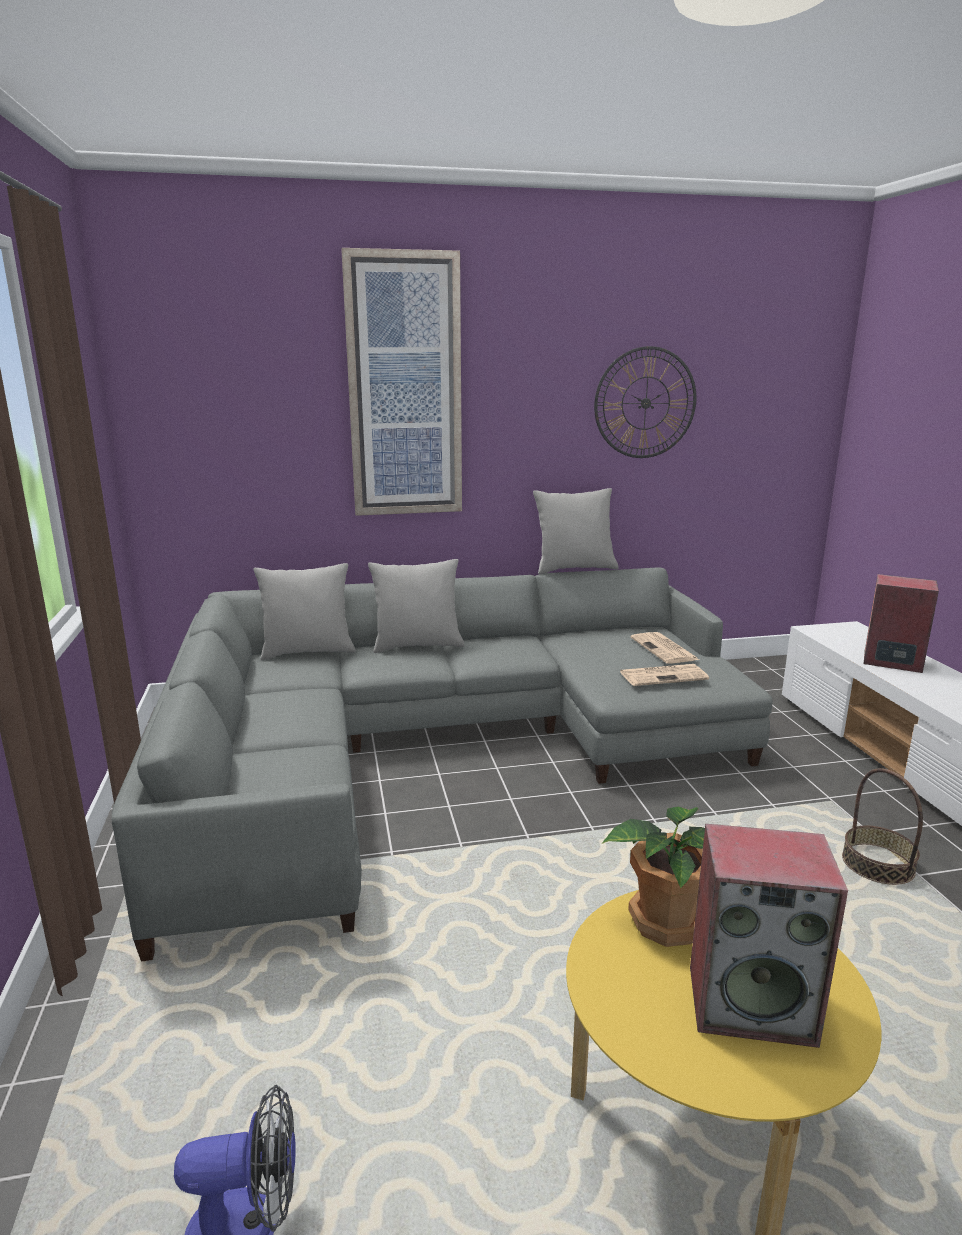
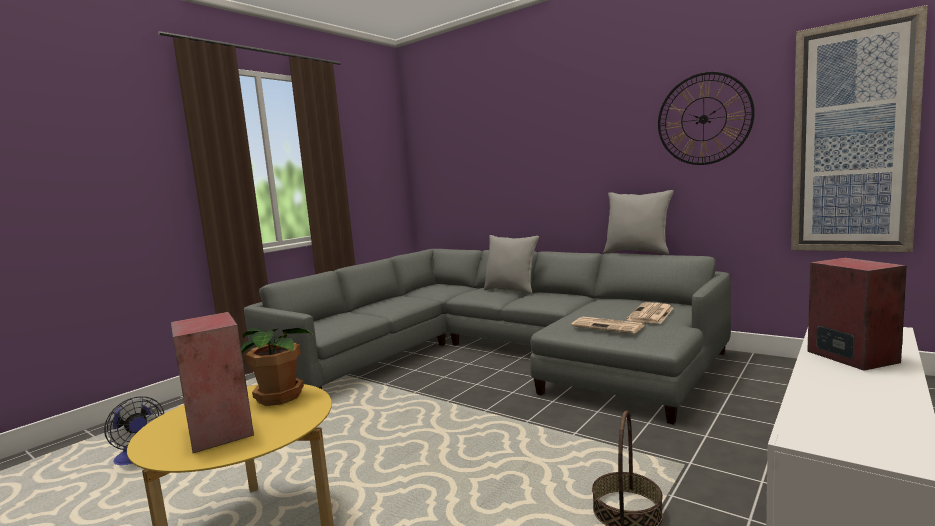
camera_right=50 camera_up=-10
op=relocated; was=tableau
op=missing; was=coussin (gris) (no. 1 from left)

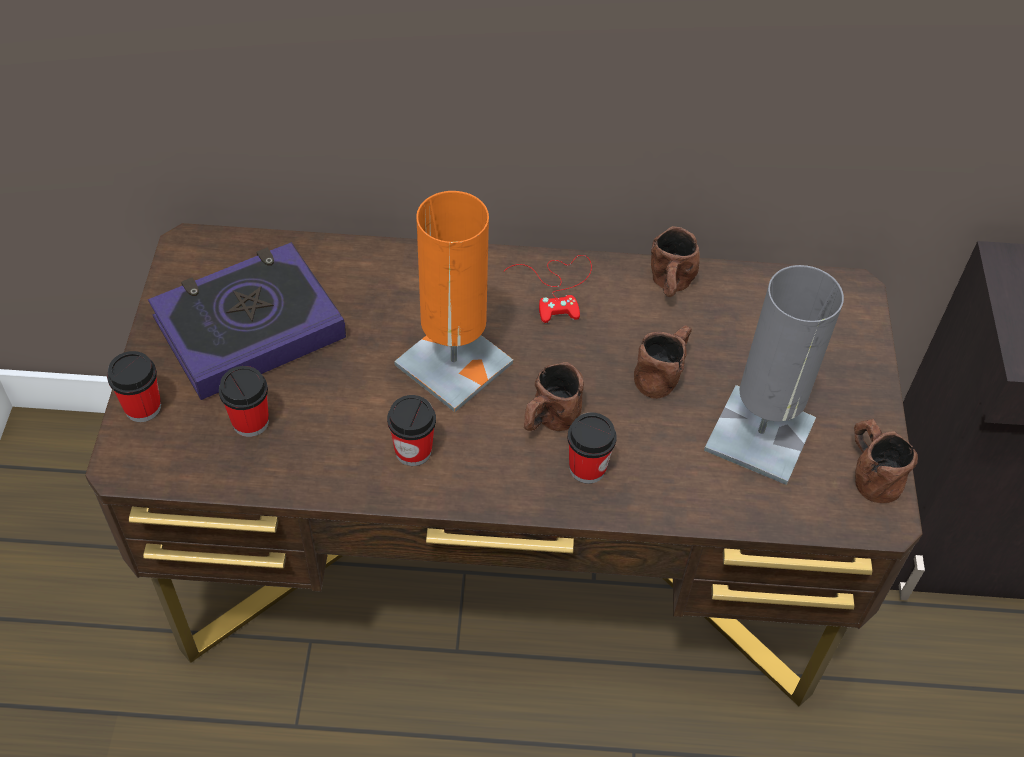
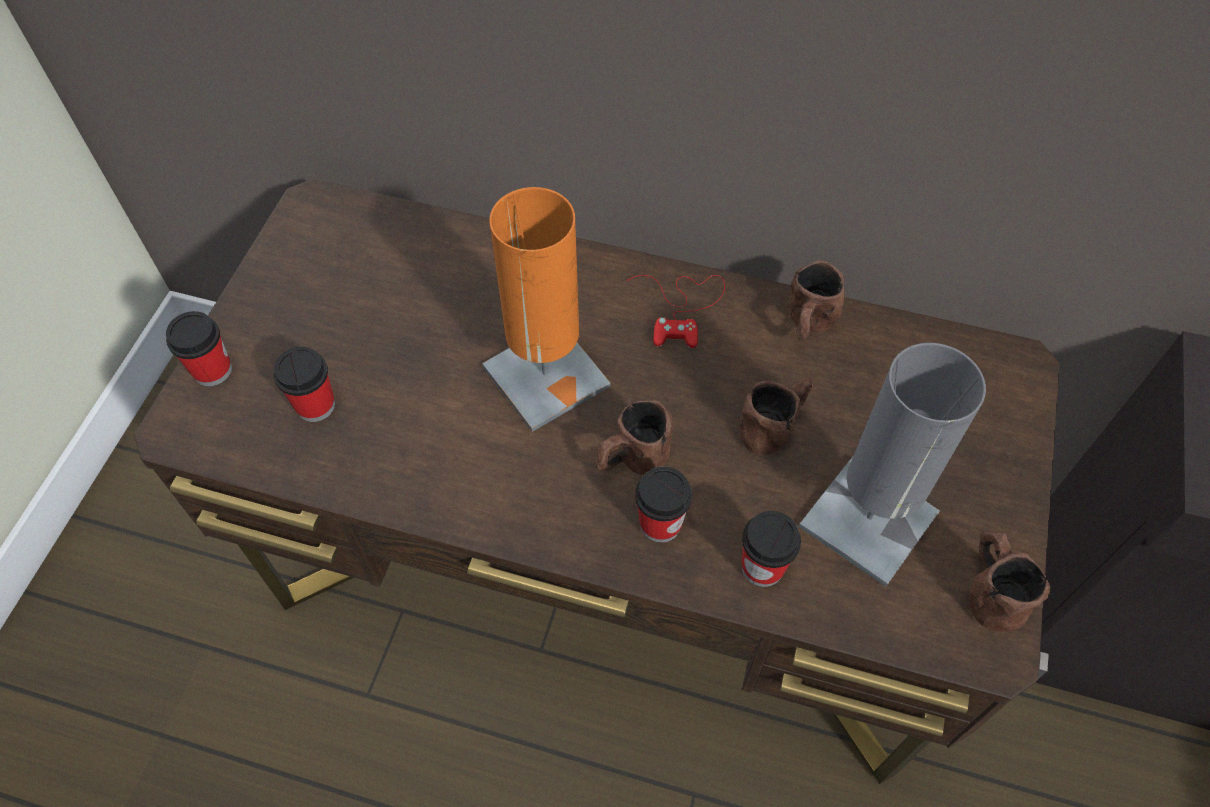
camera_right=15 camera_up=5
op=relocated; was=tasse (no. 3 from left in the first image); now=tasse (no. 4 from left)
op=missing; was=livre

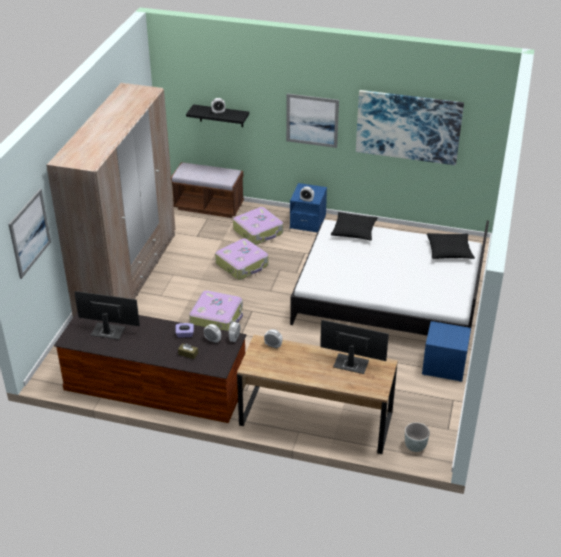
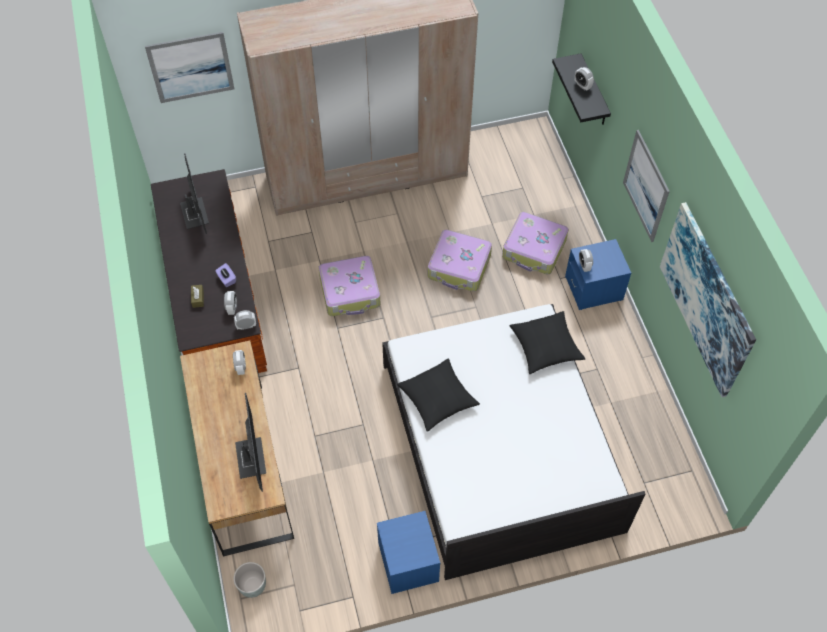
camera_right=60 camera_up=20
op=relocated; was=coussin (noir) (no. 2 from left in the first image); now=coussin (noir) (no. 1 from left)
op=missing; was=banc (marron)

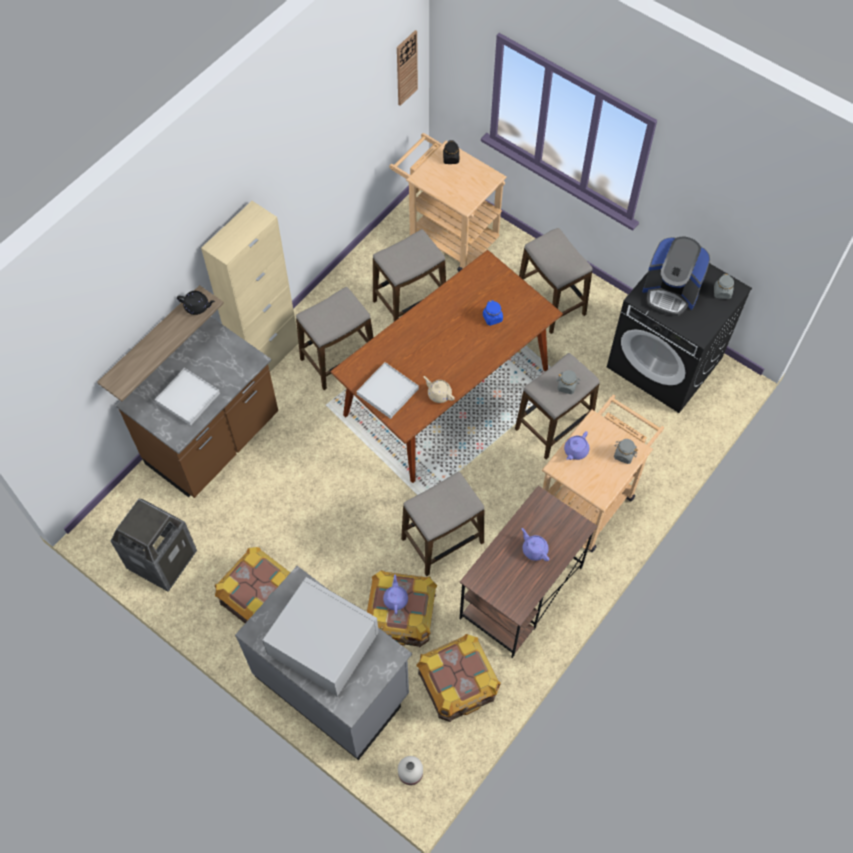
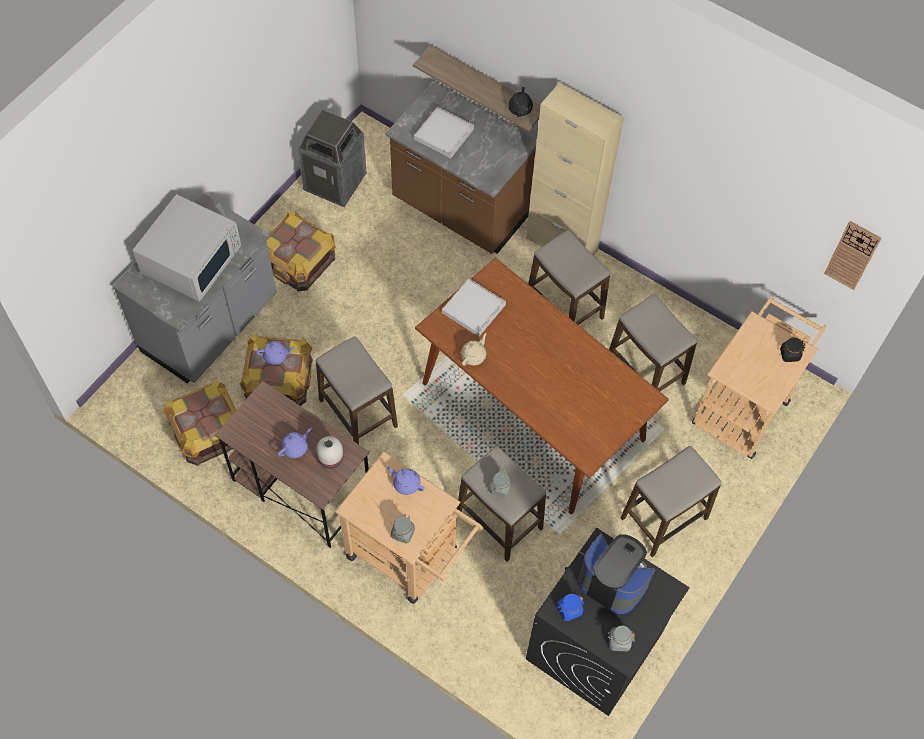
camera_right=85 camera_up=0
op=relocated; was=vase (blanc)
op=relocated; was=bocal (bleu)
op=spun; was=machine à café; clockwise=105

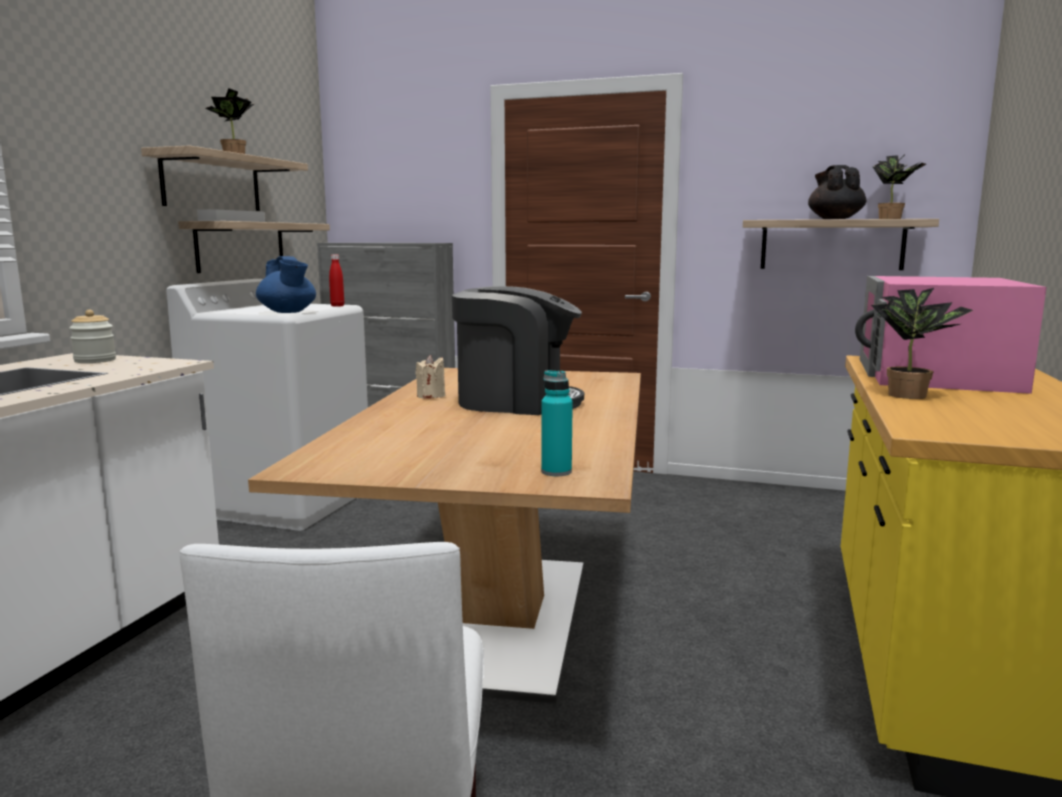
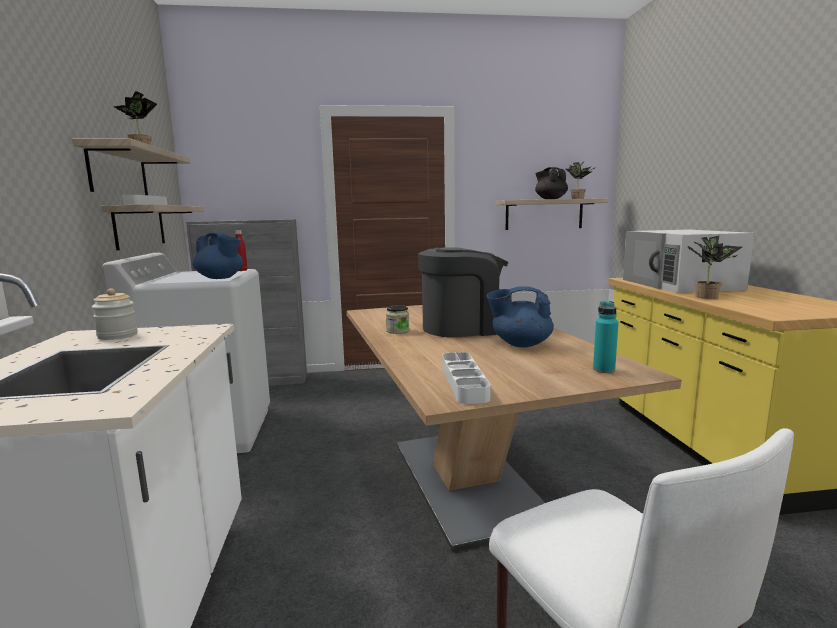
camera_right=-25 camera_up=0
op=exchanged; was=bougie (beige); now=bocal (no. 2 from left)
op=appeared; now=plateau (blanc) (no. 2 from left)
op=appeared; now=théière (bleu) (no. 2 from left)
op=colour; was=micro-ondes (rose); now=micro-ondes (blanc)

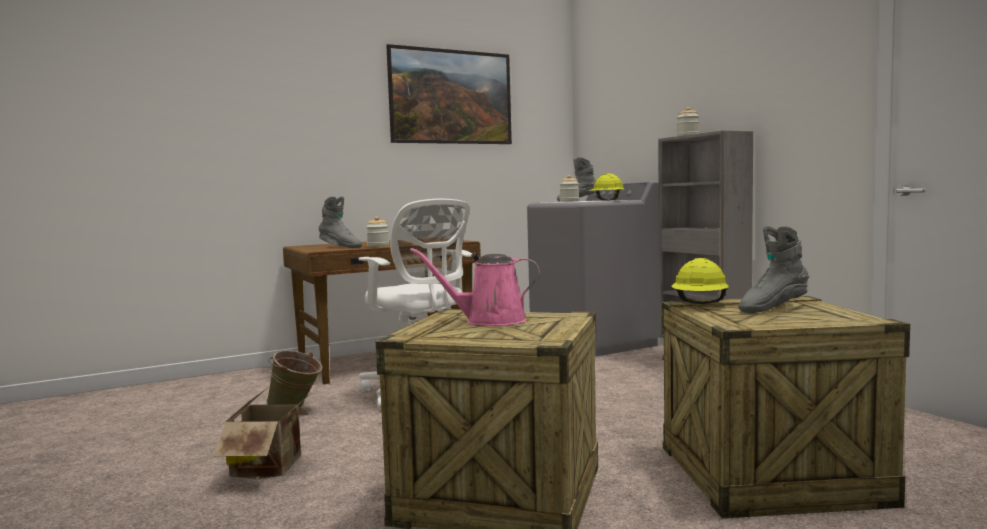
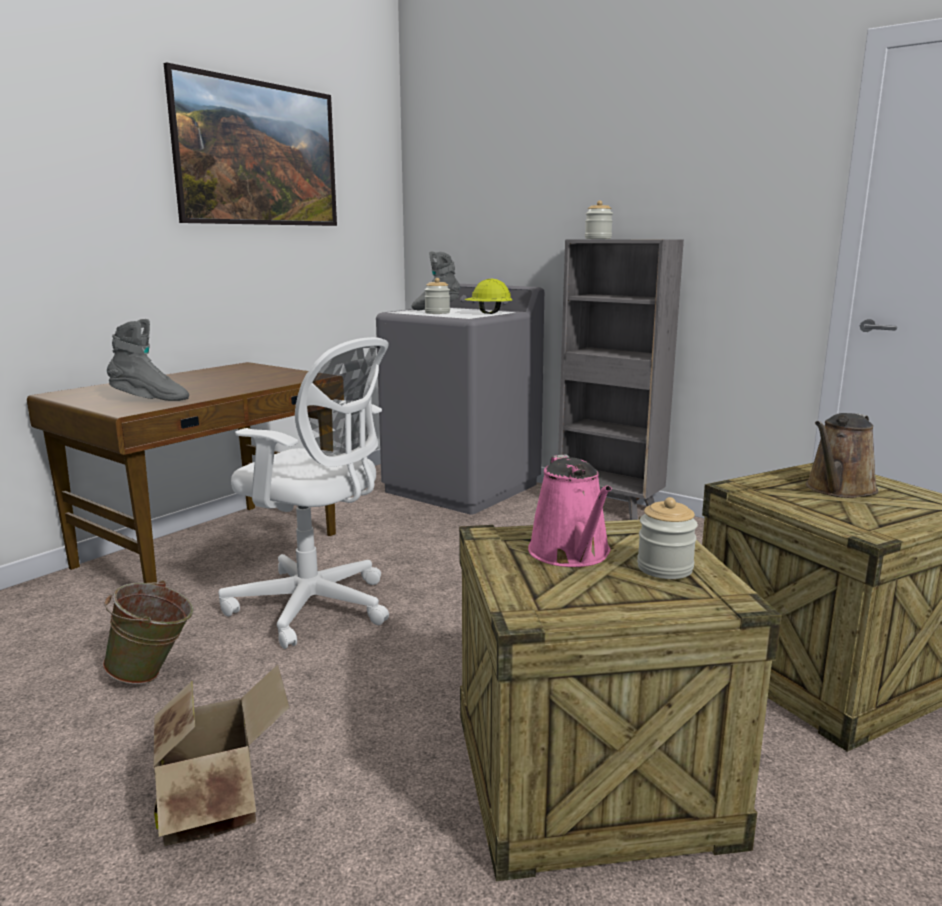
camera_right=-25 camera_up=10
op=spun; was=arrosoir (rose); clockwise=-75
op=relocated; was=bocal (no. 1 from left in the first image); now=bocal (no. 3 from left)
op=exchanged; was=botte (gris) (no. 3 from left); now=arrosoir (marron)
op=missing; was=casque de chantier (jaune) (no. 2 from left)

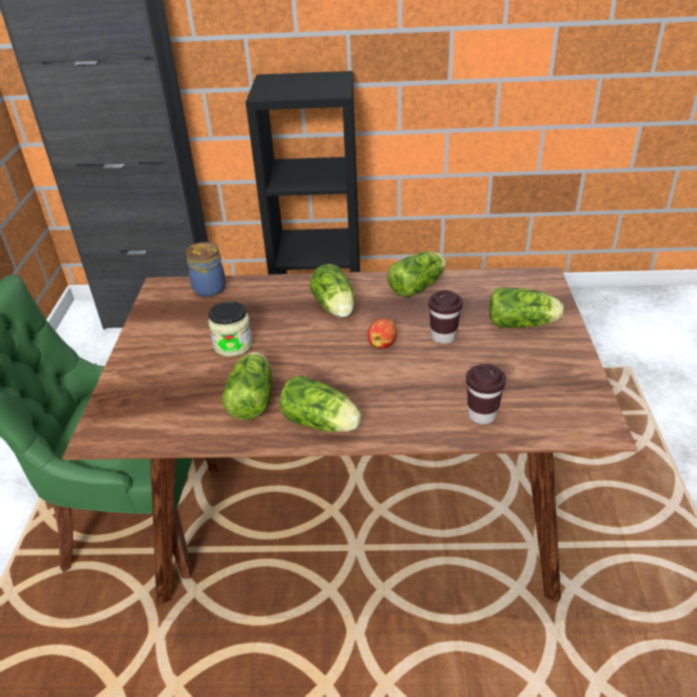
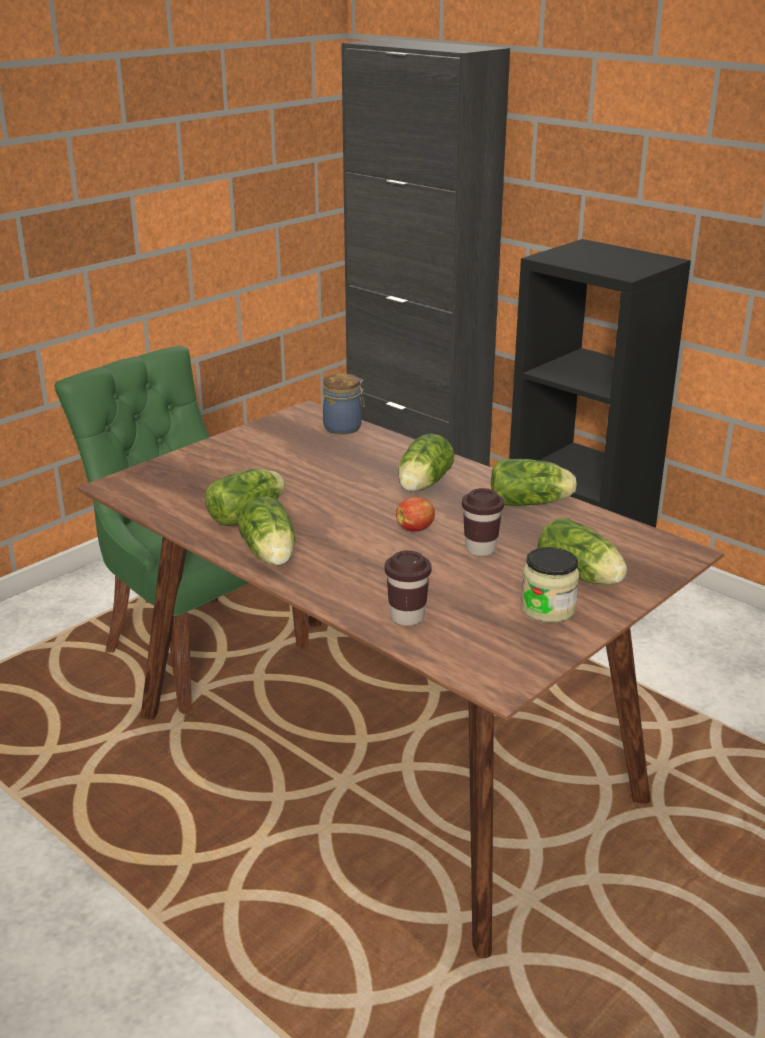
camera_right=40 camera_up=-10
op=relocated; was=bocal (no. 2 from left)

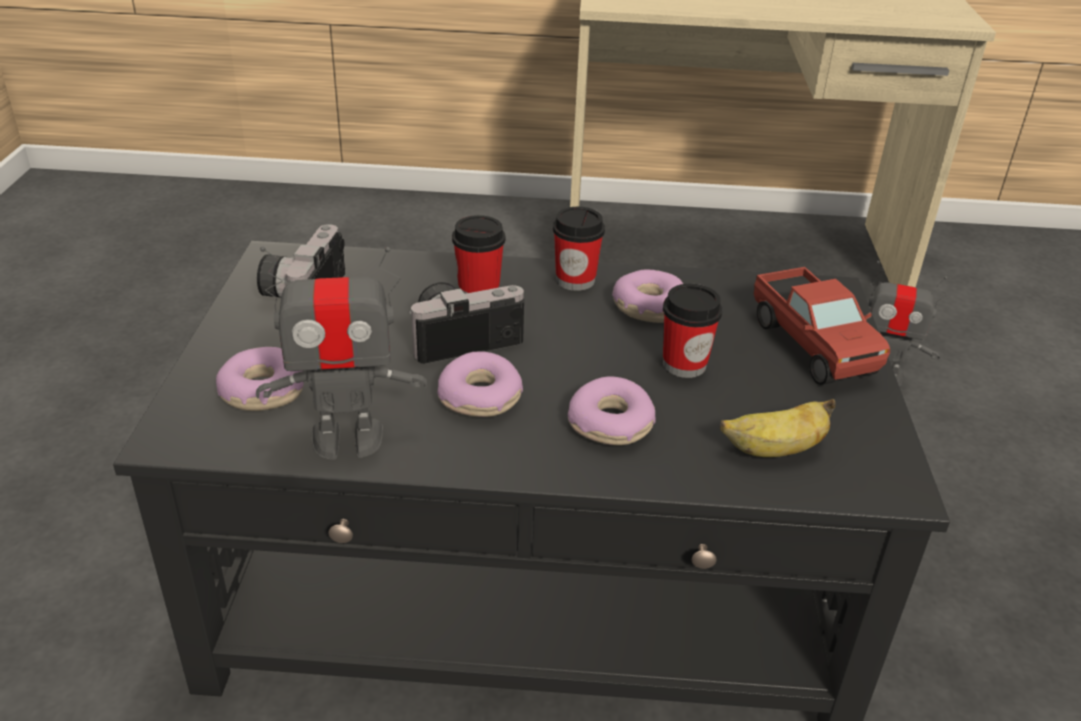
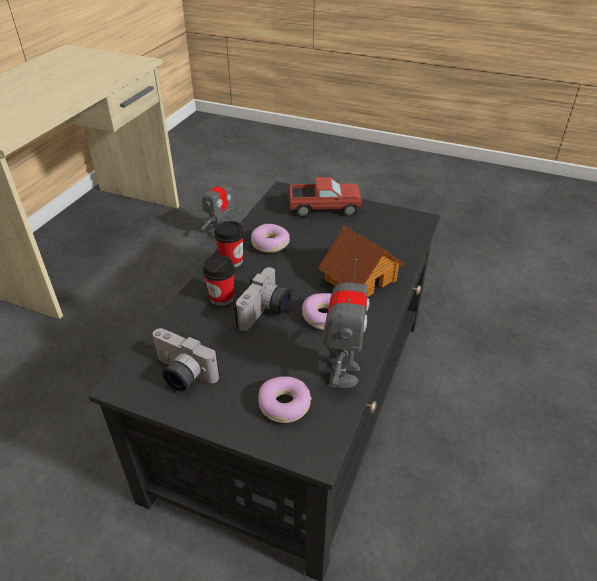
camera_right=-70 camera_up=5
op=spun; was=appareil photo (no. 2 from left); clockwise=-150
op=exchanged; was=beignet (no. 3 from left); now=maison miniature
op=missing; was=tasse (no. 3 from left)
op=missing; was=banane

